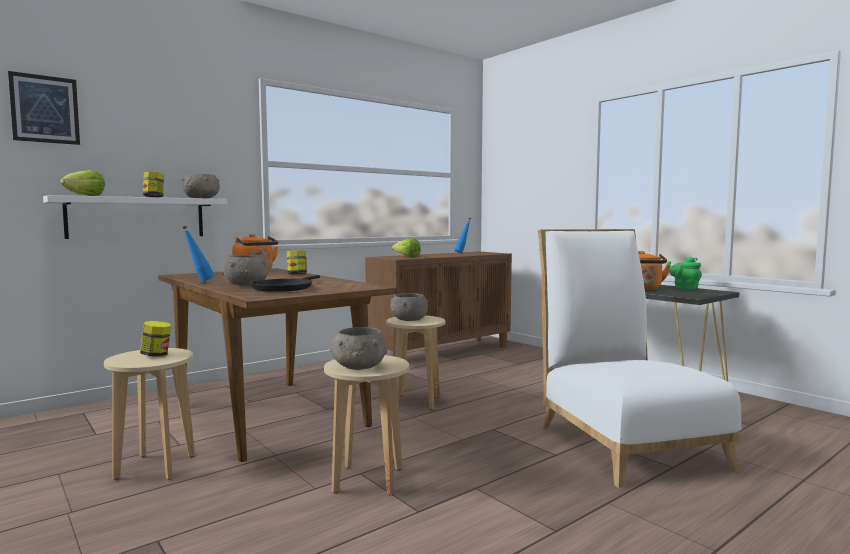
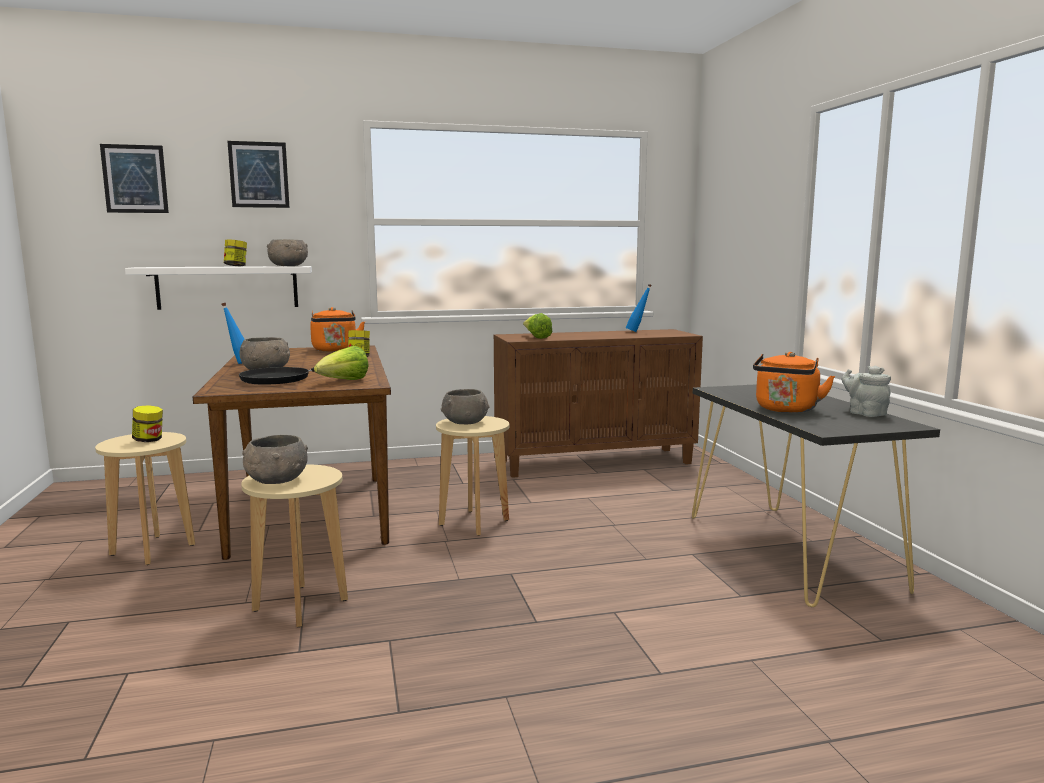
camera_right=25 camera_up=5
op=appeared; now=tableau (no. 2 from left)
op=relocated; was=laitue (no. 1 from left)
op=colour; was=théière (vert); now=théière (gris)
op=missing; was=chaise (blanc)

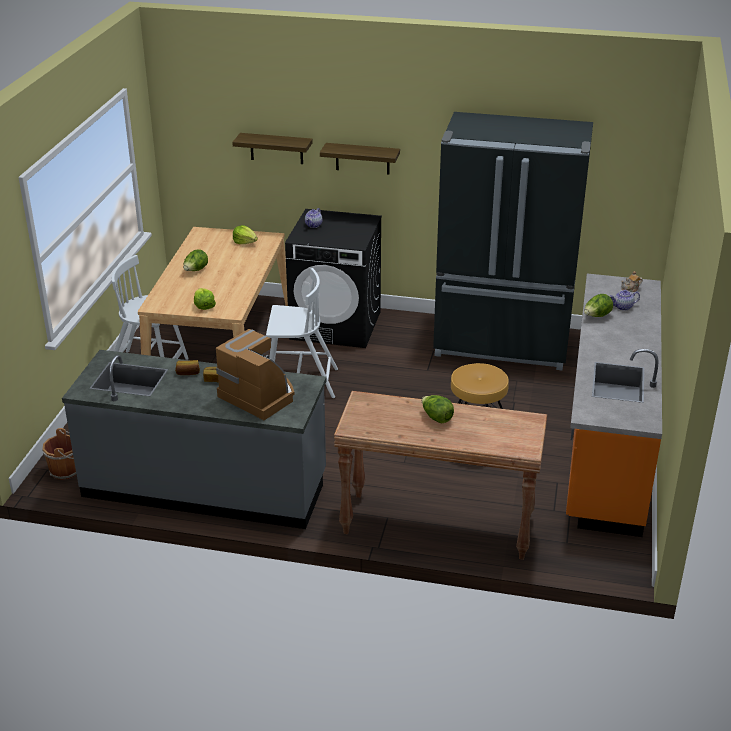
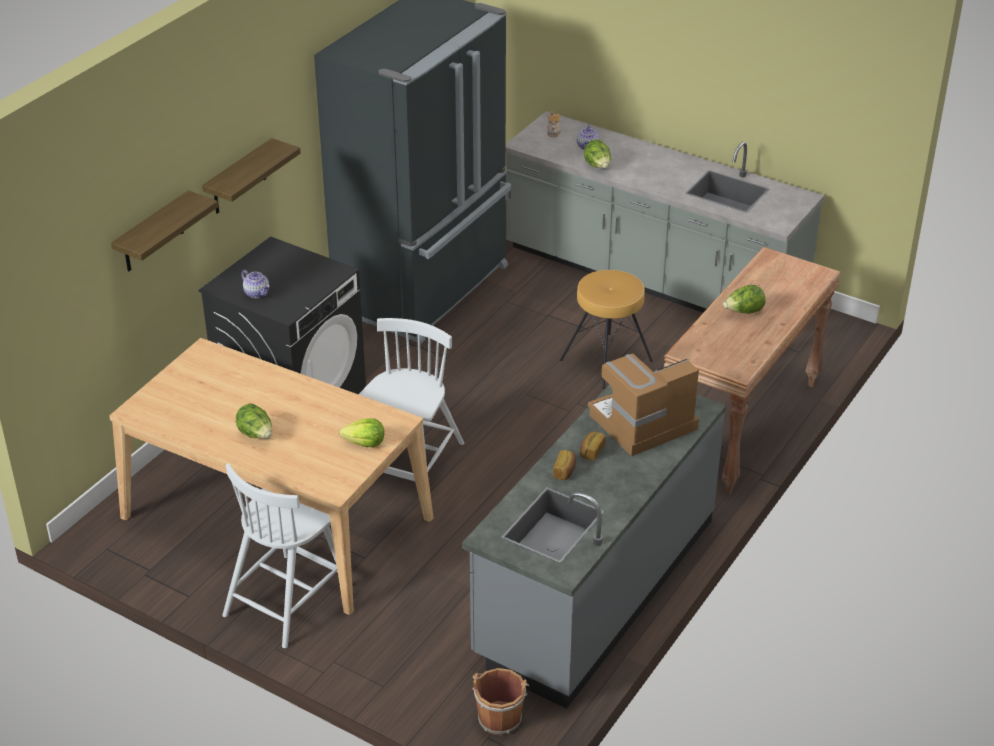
camera_right=-70 camera_up=5
op=colour; was=comptoir de cuisine (orange); now=comptoir de cuisine (gris) (no. 2 from left)
op=missing; was=laitue (no. 3 from left)

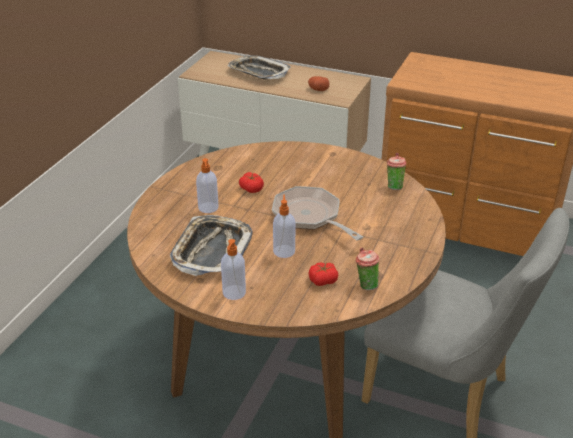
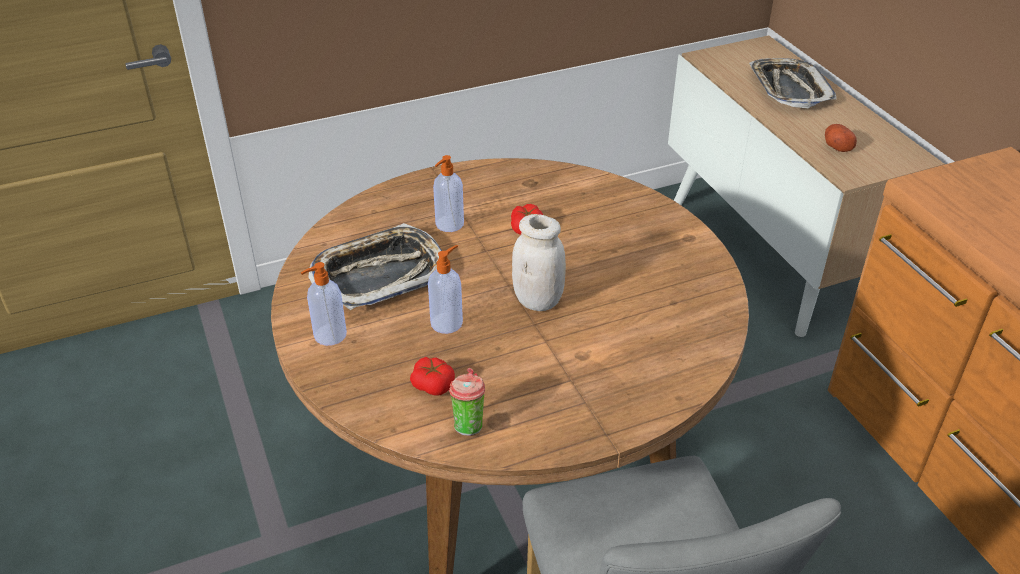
camera_right=45 camera_up=5
op=exchanged; was=poêle; now=bocal (blanc)
op=missing; was=tasse (no. 2 from left)

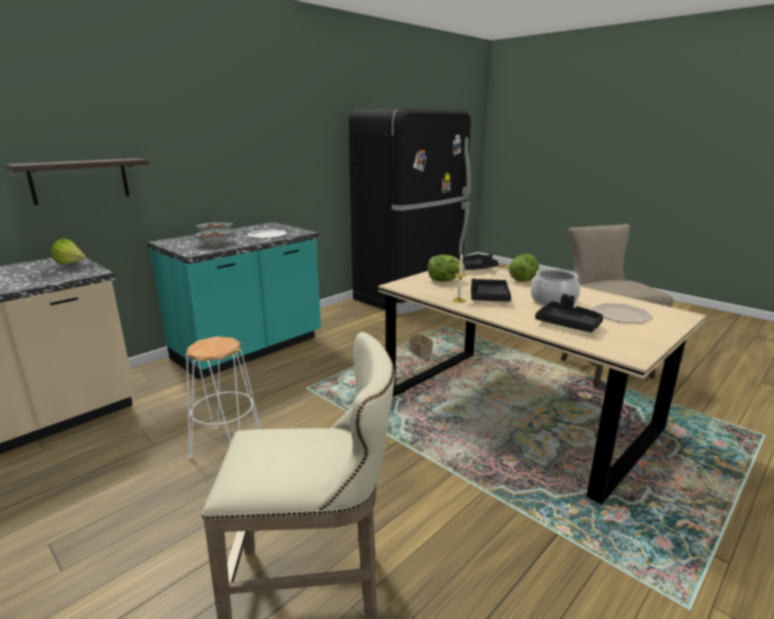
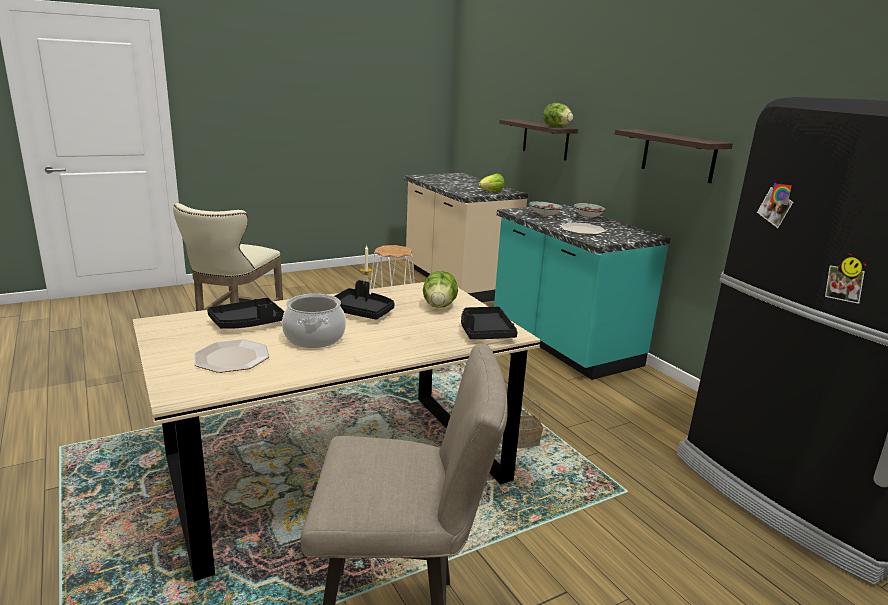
camera_right=105 camera_up=0
op=relocated; was=laitue (no. 3 from left)
op=appeared; now=étagère (no. 2 from left)

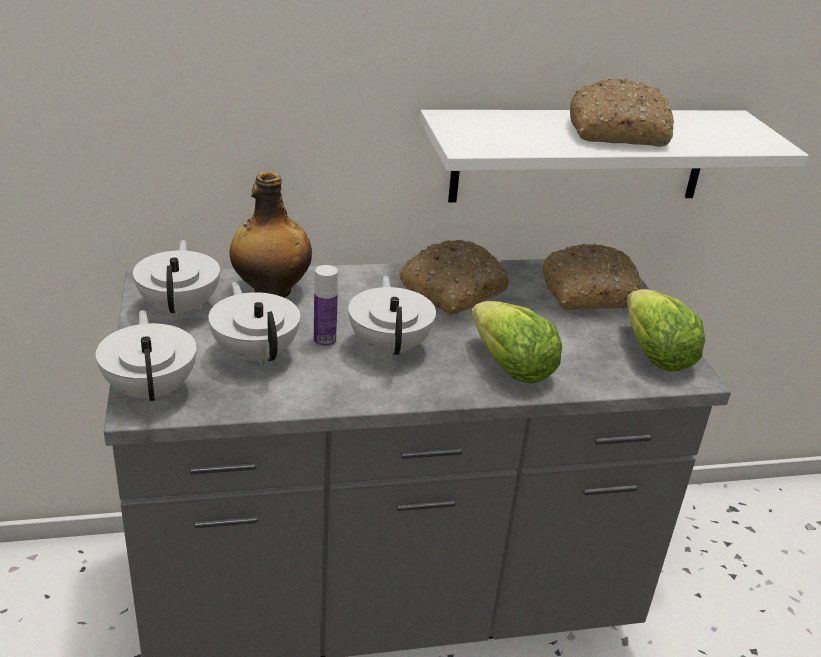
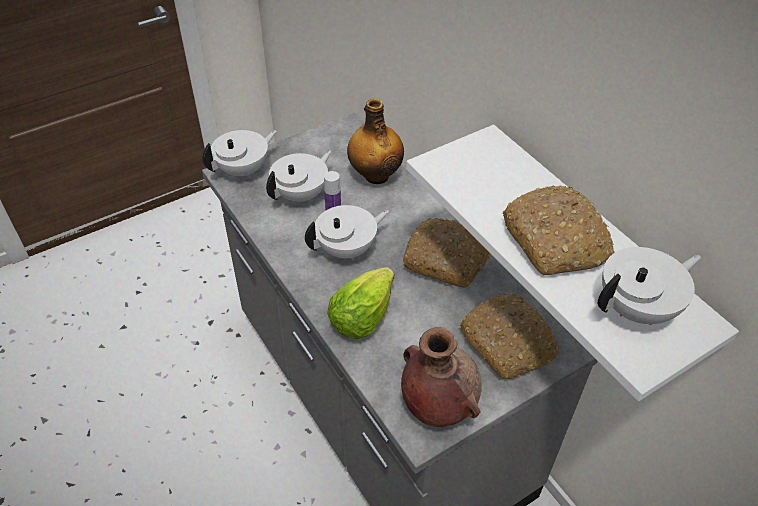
camera_right=70 camera_up=15
op=exchanged; was=laitue (no. 2 from left); now=vase (marron)
op=relocated; was=théière (blanc) (no. 2 from left in the first image); now=théière (blanc) (no. 4 from left)

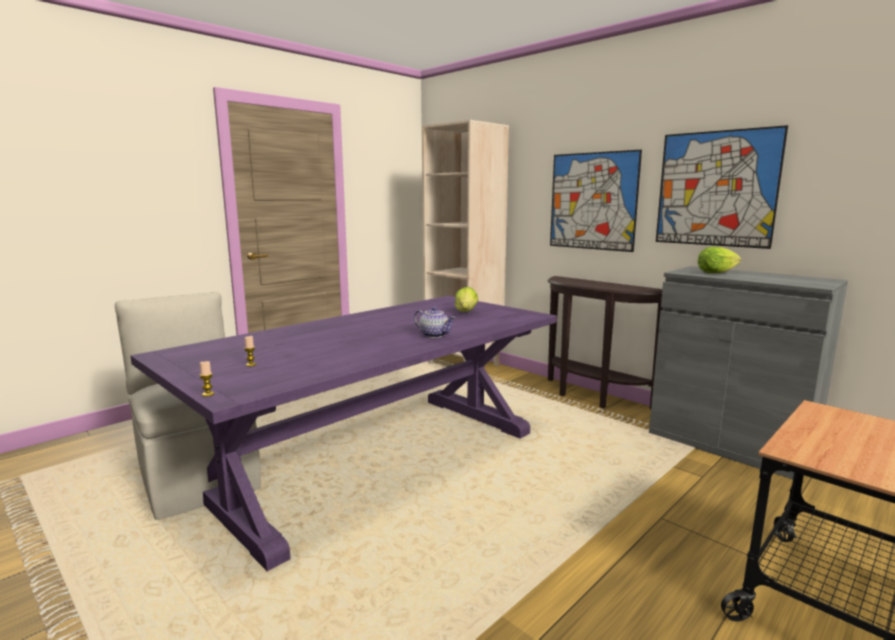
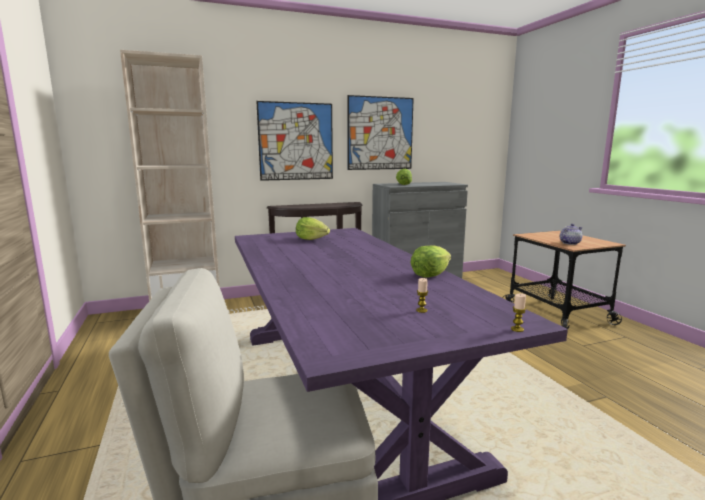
camera_right=-65 camera_up=0
op=appeared; now=laitue (no. 3 from left)
op=relocated; was=théière

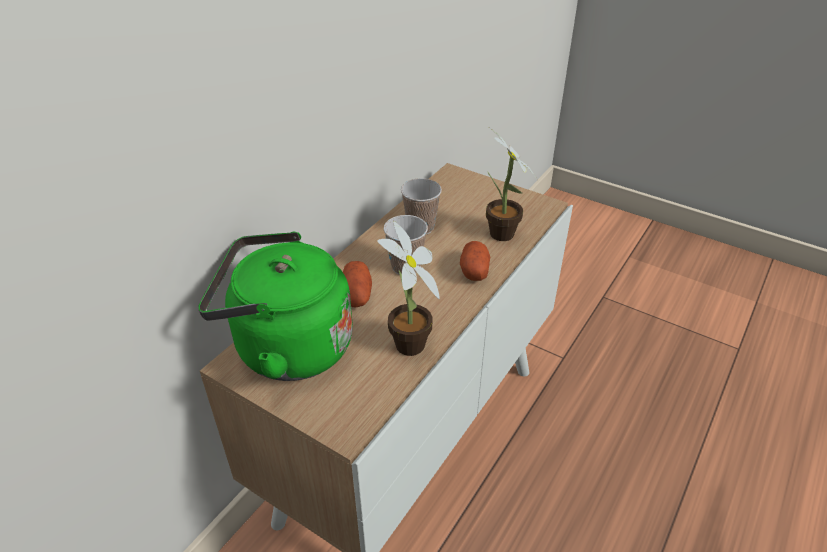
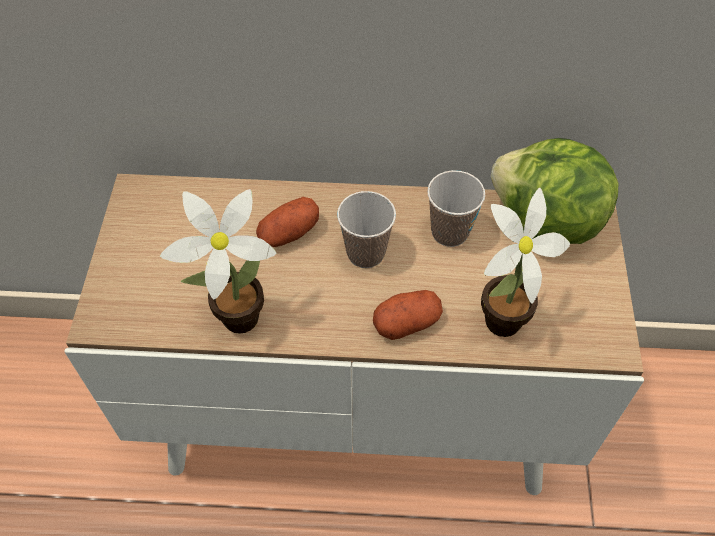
camera_right=60 camera_up=15
op=appeared; now=laitue
op=missing; was=bouilloire (vert)

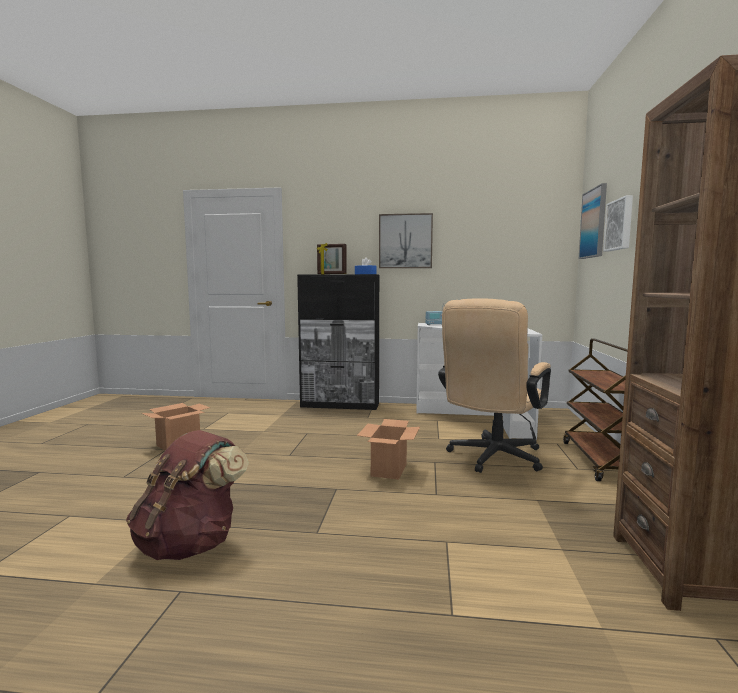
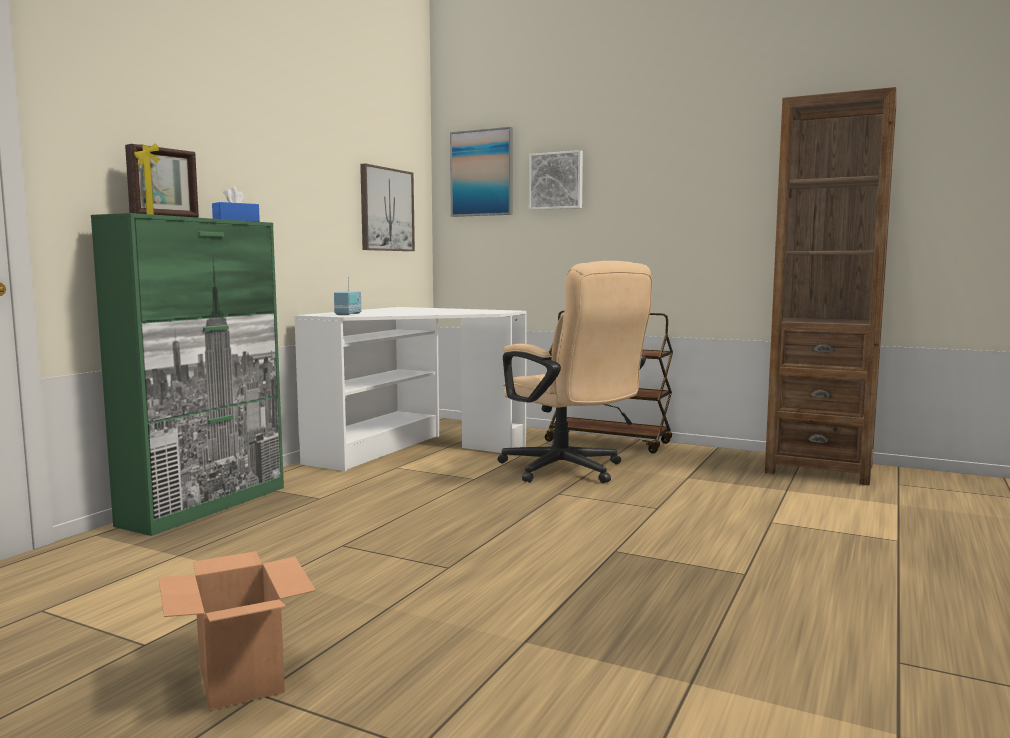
camera_right=-70 camera_up=0
op=colour; was=meuble de rangement (noir); now=meuble de rangement (vert)
op=relocated; was=tableau (no. 1 from left)
op=missing; was=sac à dos (marron)
op=missing; was=carton (no. 2 from left)

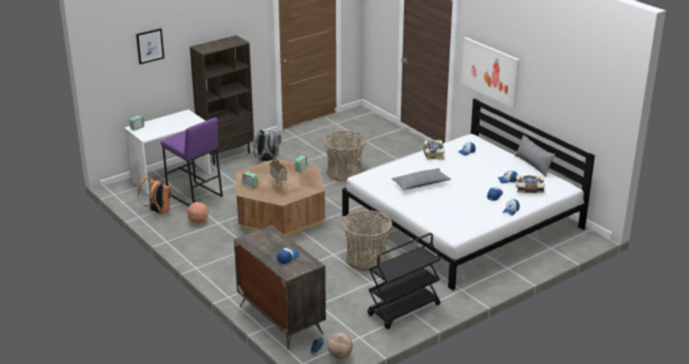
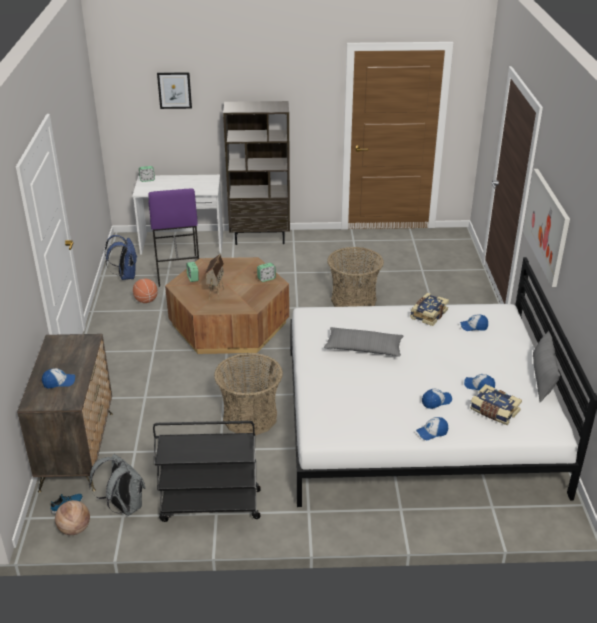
camera_right=35 camera_up=5
op=relocated; was=sac à dos (gris)
op=colour; was=sac à dos (orange); now=sac à dos (bleu)

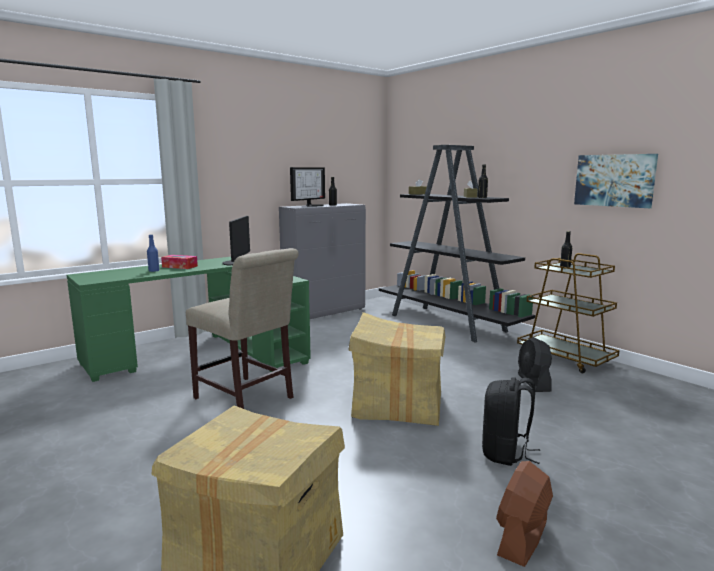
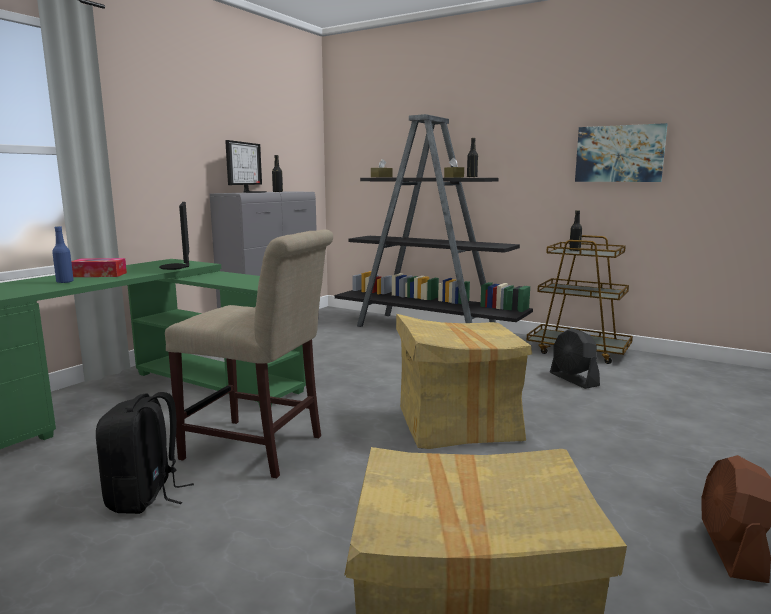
camera_right=-20 camera_up=0
op=relocated; was=sac à dos (noir)

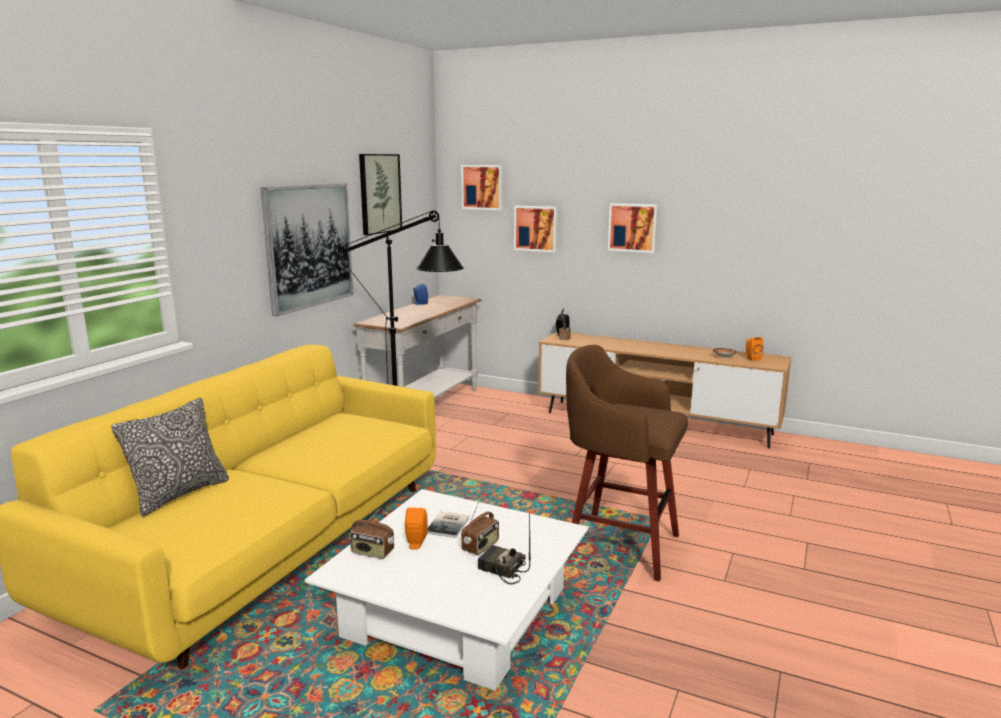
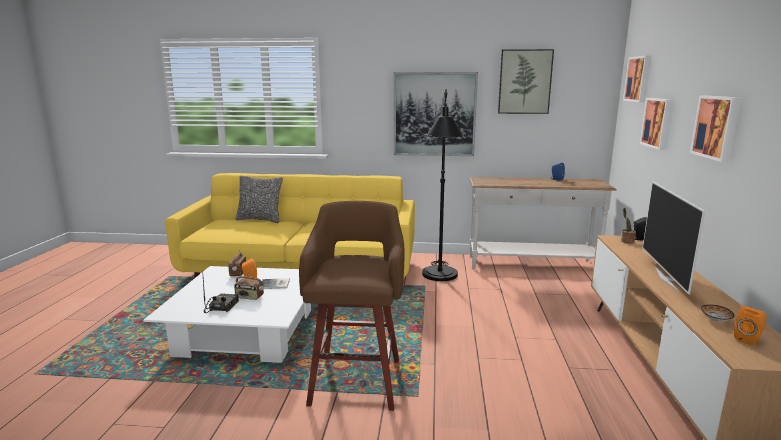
camera_right=70 camera_up=0
op=appeared; now=téléviseur

